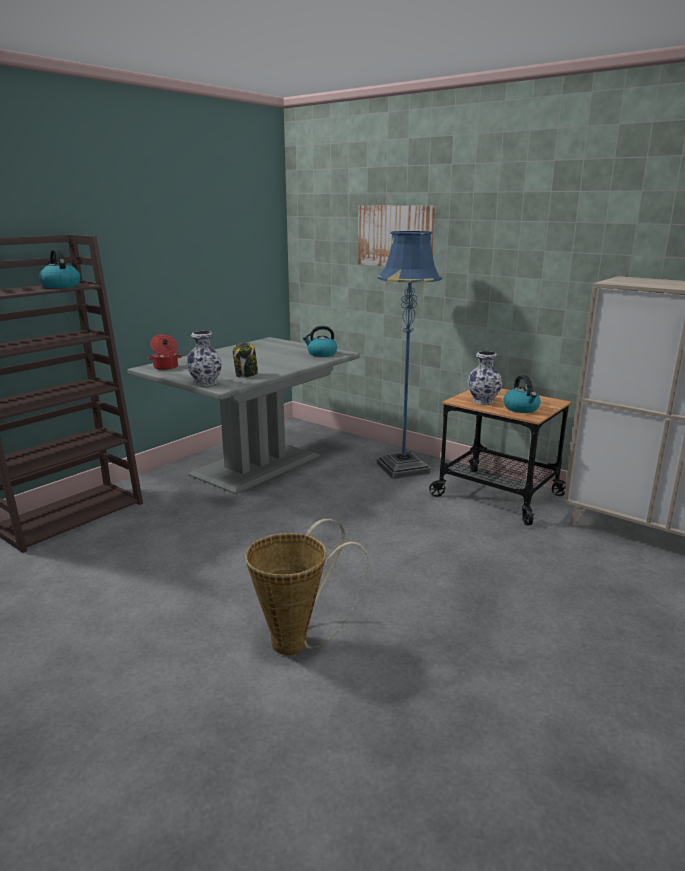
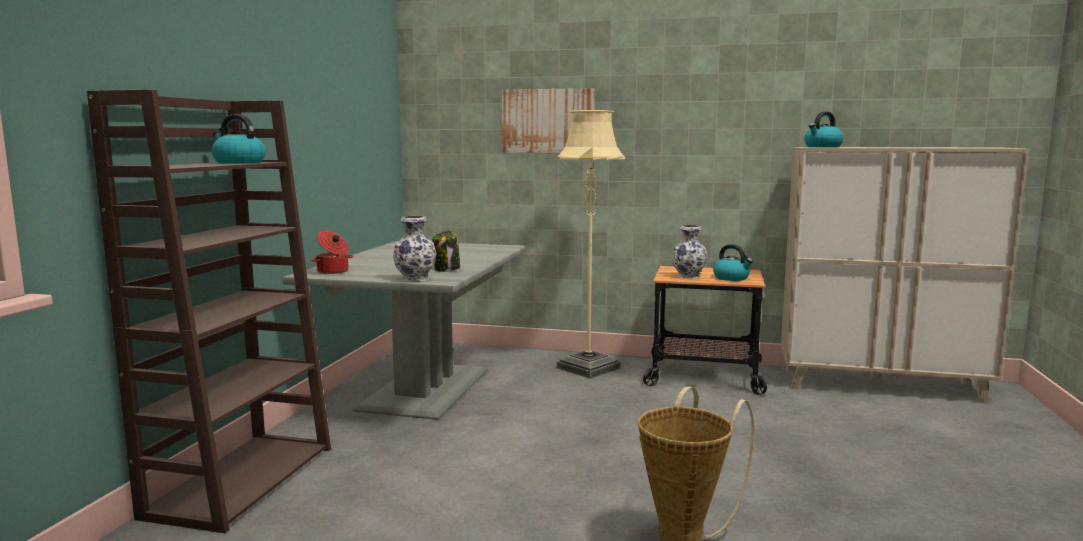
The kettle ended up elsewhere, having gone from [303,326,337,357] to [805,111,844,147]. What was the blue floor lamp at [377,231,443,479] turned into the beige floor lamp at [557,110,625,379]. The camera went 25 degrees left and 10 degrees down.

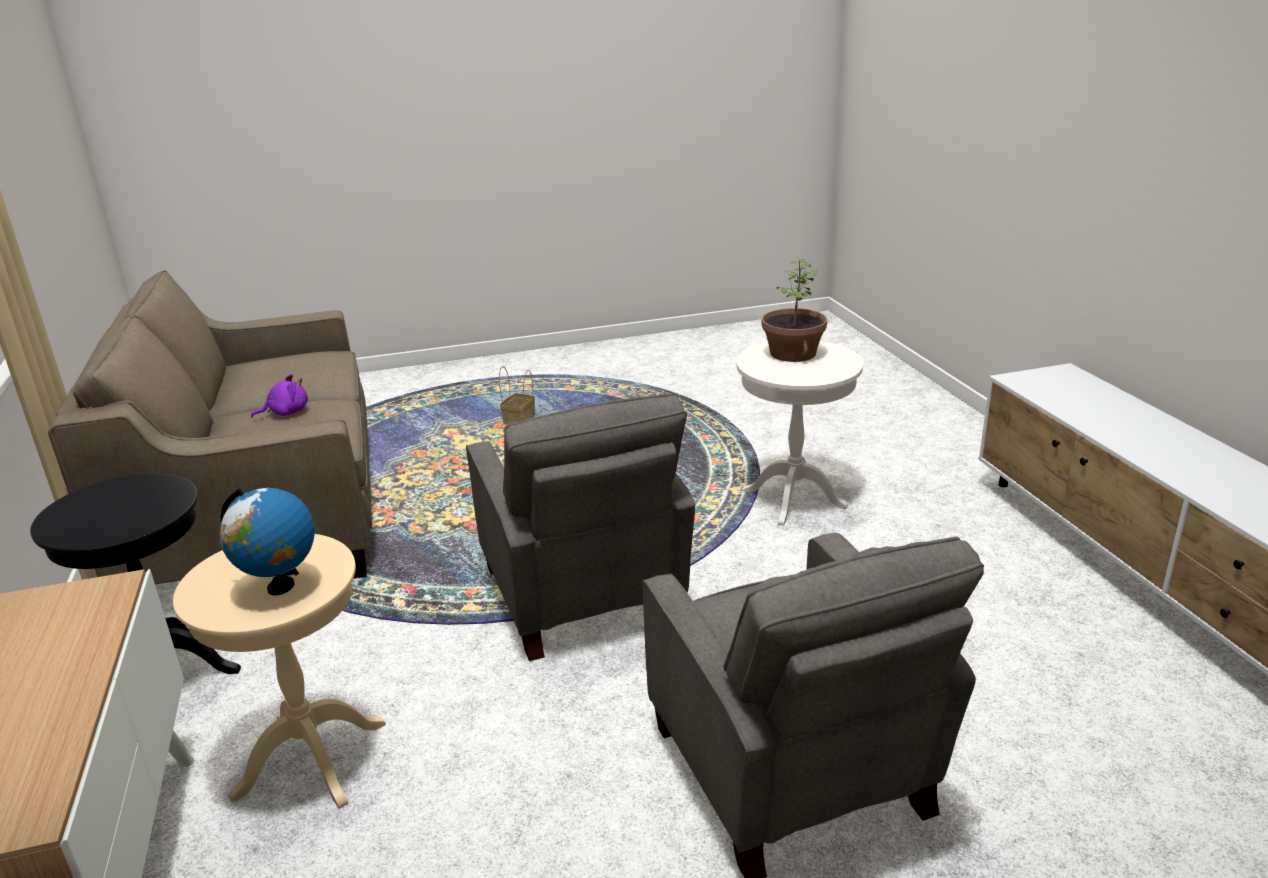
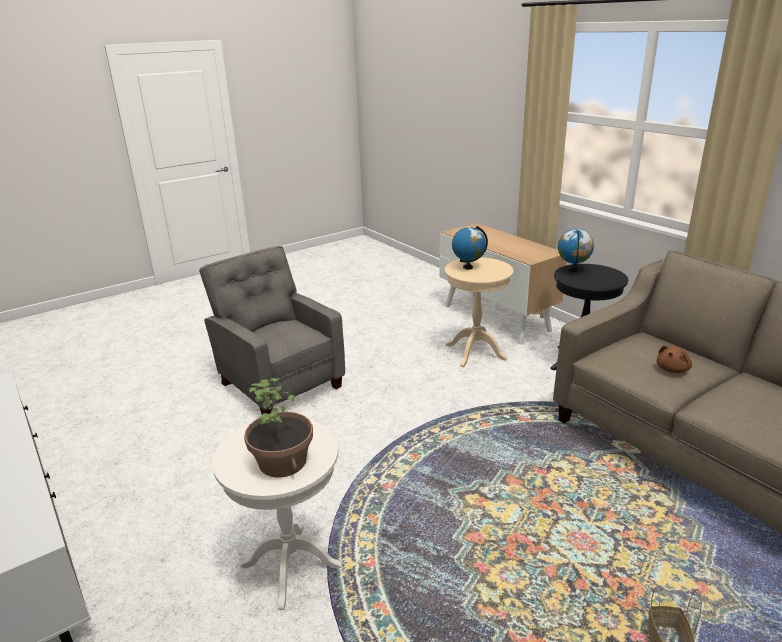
The second view lost the grey armchair at [466,393,695,661]. The second view gained the globe at [558,229,594,272]. What was the purple plush toy at [251,374,308,418] turned into the brown plush toy at [657,345,692,373]. The camera went 160 degrees right and 0 degrees up.

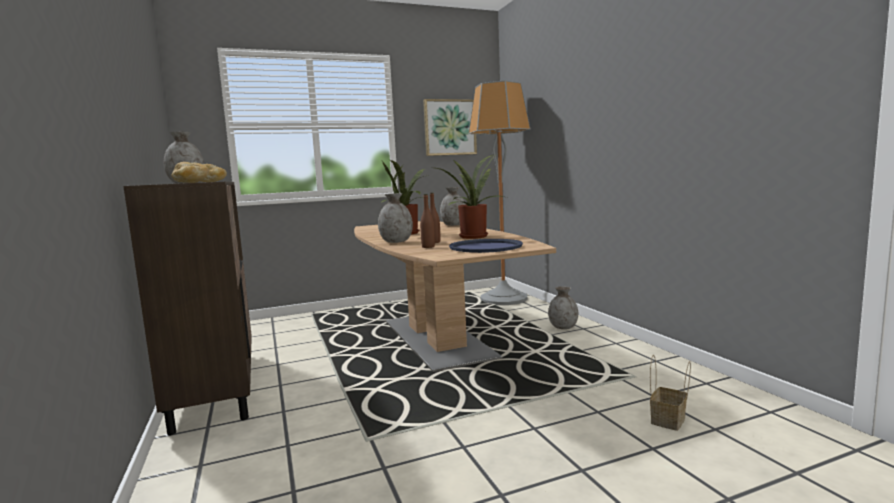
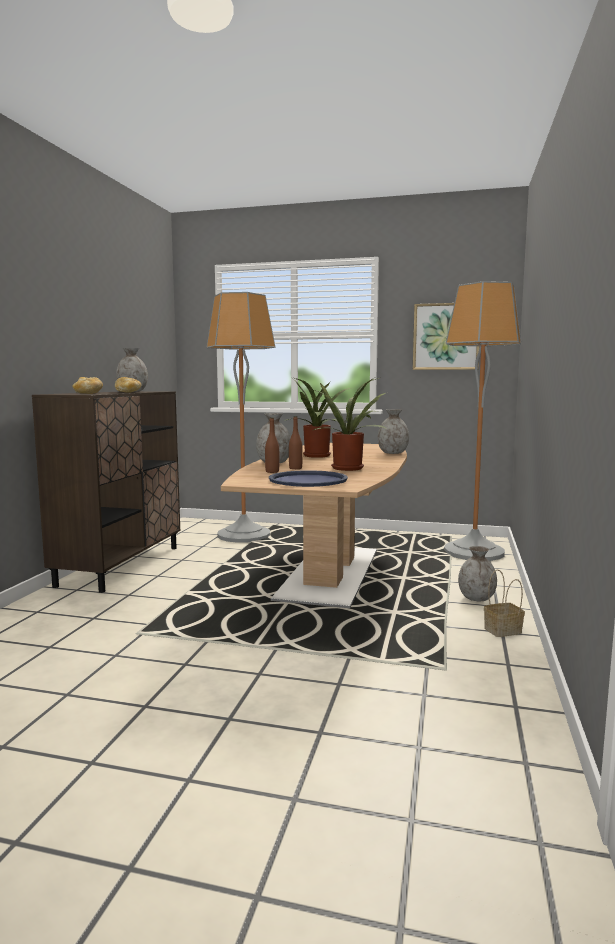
The second view gained the floor lamp at [206,292,276,543]. The basket ended up elsewhere, having gone from [650,355,691,431] to [484,570,525,637]. The camera went 35 degrees right and 0 degrees up.

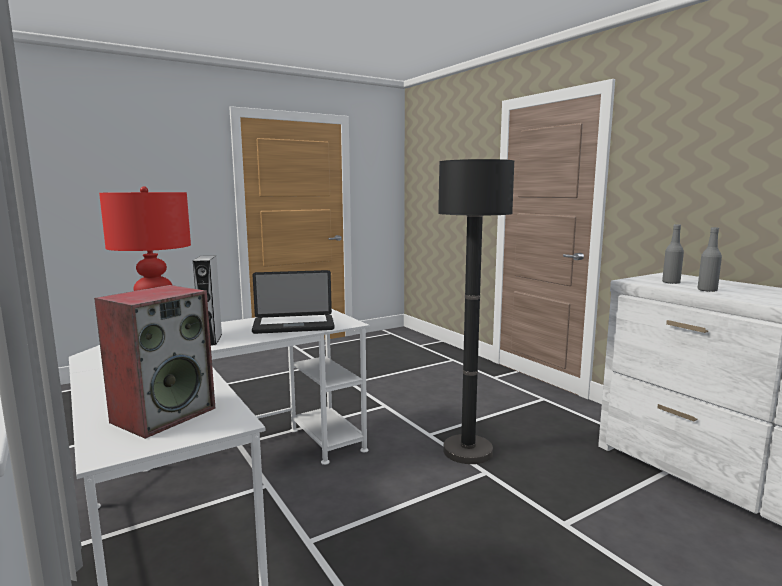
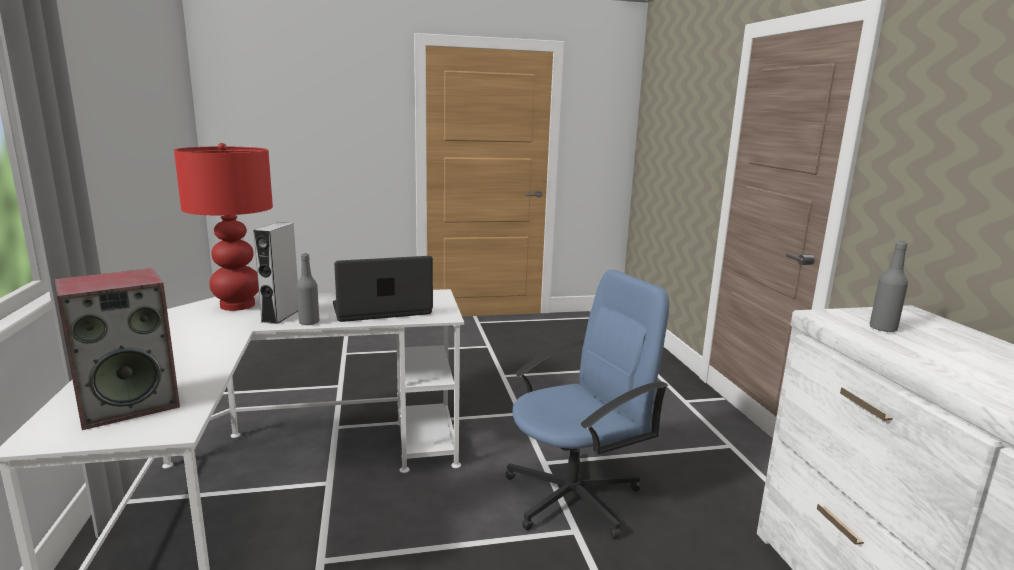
The grey bottle ended up elsewhere, having gone from [698,227,722,292] to [297,254,319,326]. Where the black floor lamp stood at [438,159,514,464], the blue office chair came to stand at [505,270,669,539]. The laptop at [252,270,335,334] ended up facing another way, 150 degrees clockwise from before. The camera went 20 degrees right and 5 degrees up.

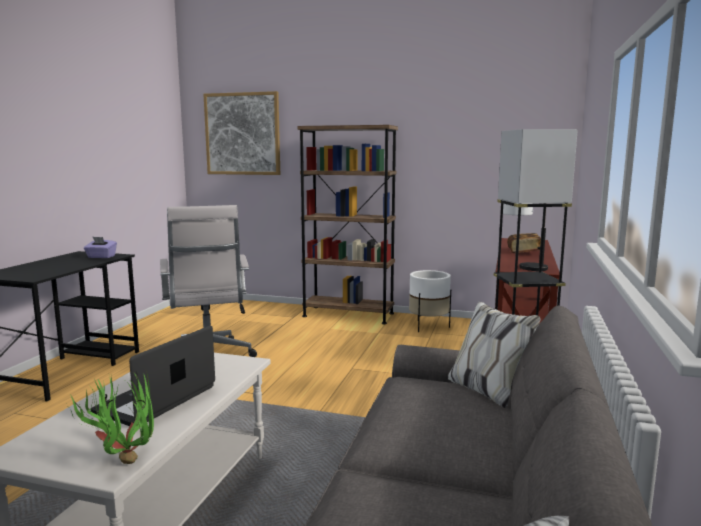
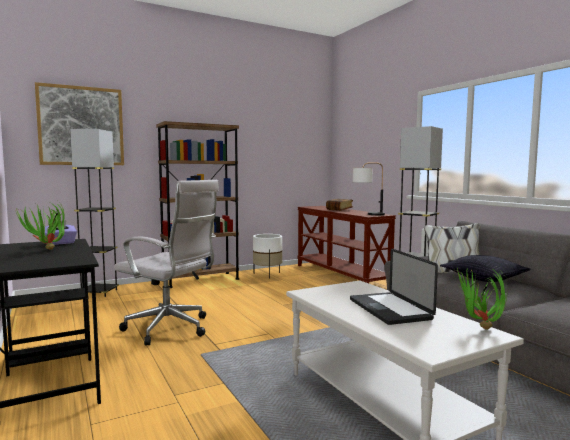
The second view gained the potted plant at [16,201,64,250]. The second view gained the grey floor lamp at [70,129,119,297]. The second view gained the pillow at [440,255,530,282]. The camera went 45 degrees left and 5 degrees down.

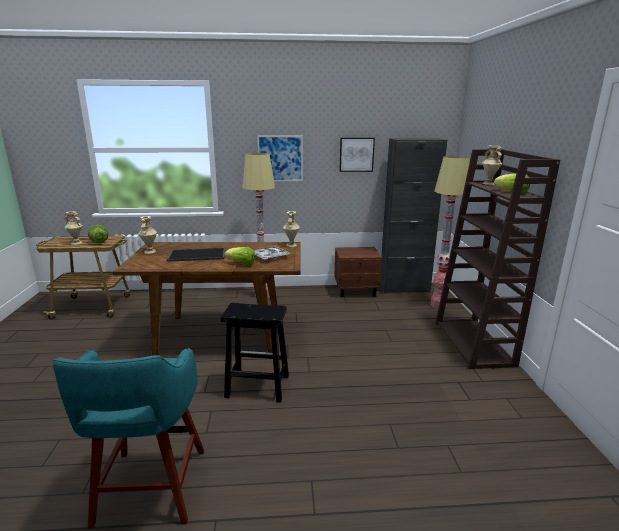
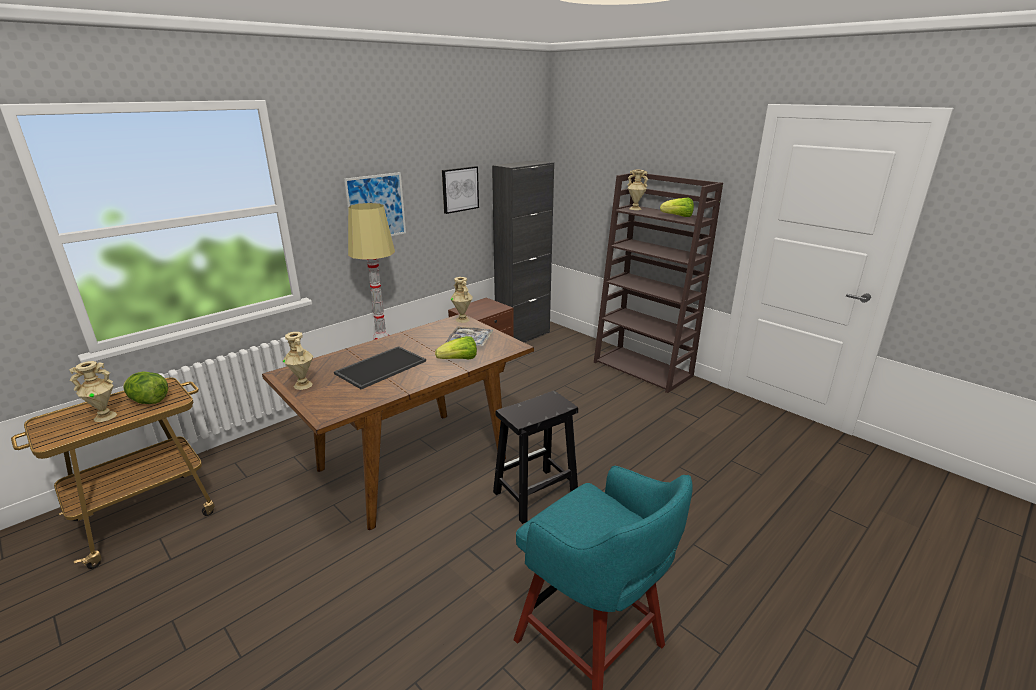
The second view lost the floor lamp at [430,156,470,308]. The camera went 40 degrees left and 5 degrees up.

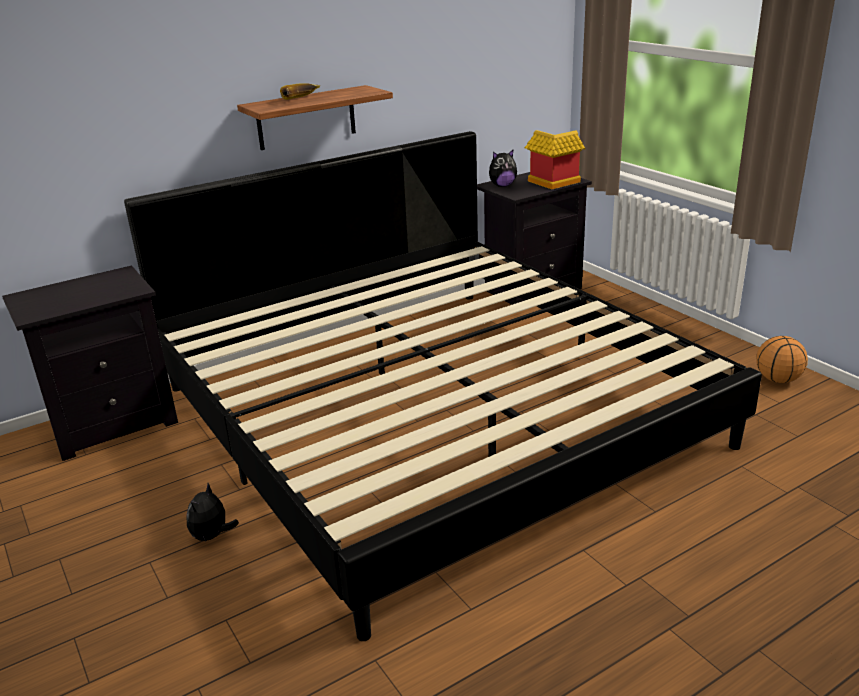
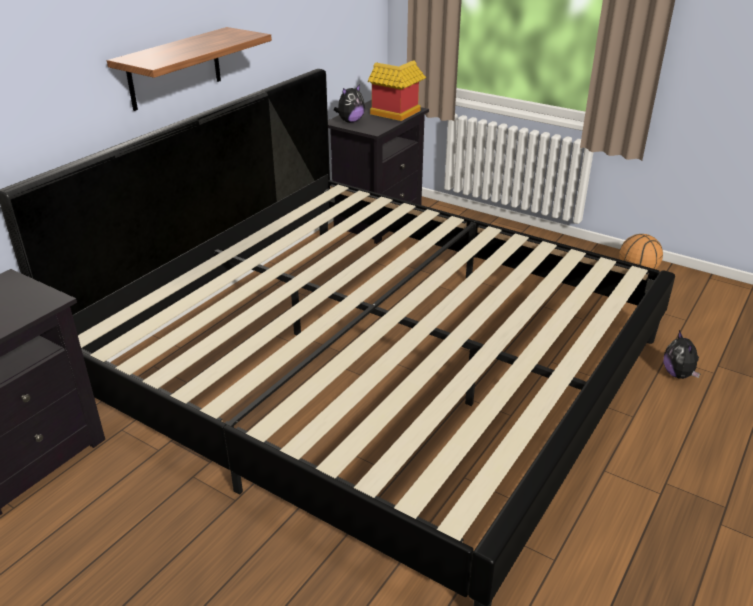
The second view lost the banana at [280,83,321,100]. The plush toy ended up elsewhere, having gone from [186,483,239,541] to [664,330,700,379]. The camera went 25 degrees left and 5 degrees up.

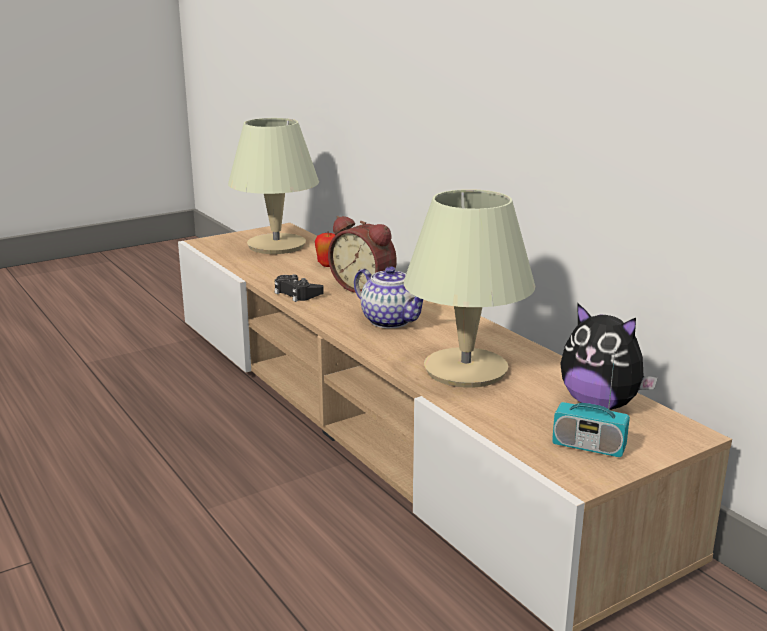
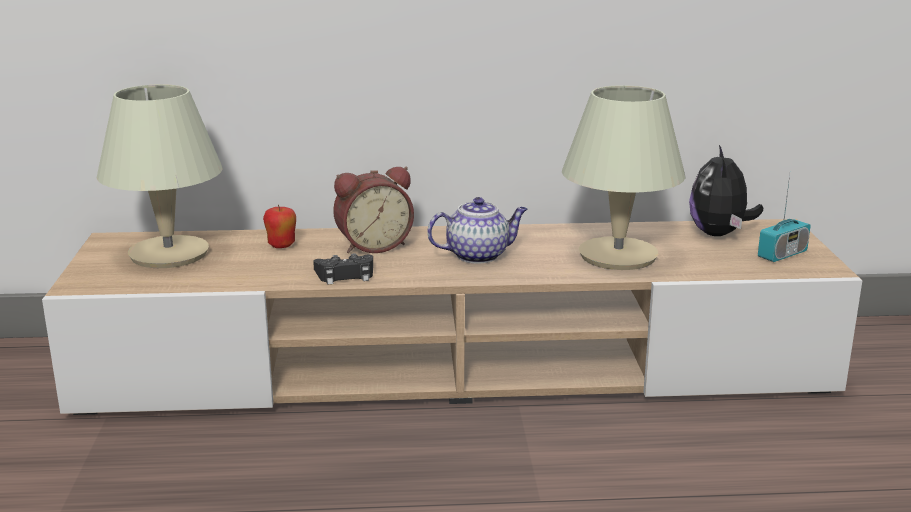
The plush toy at [560,303,658,410] ended up facing another way, 120 degrees clockwise from before. The camera went 60 degrees left and 0 degrees up.

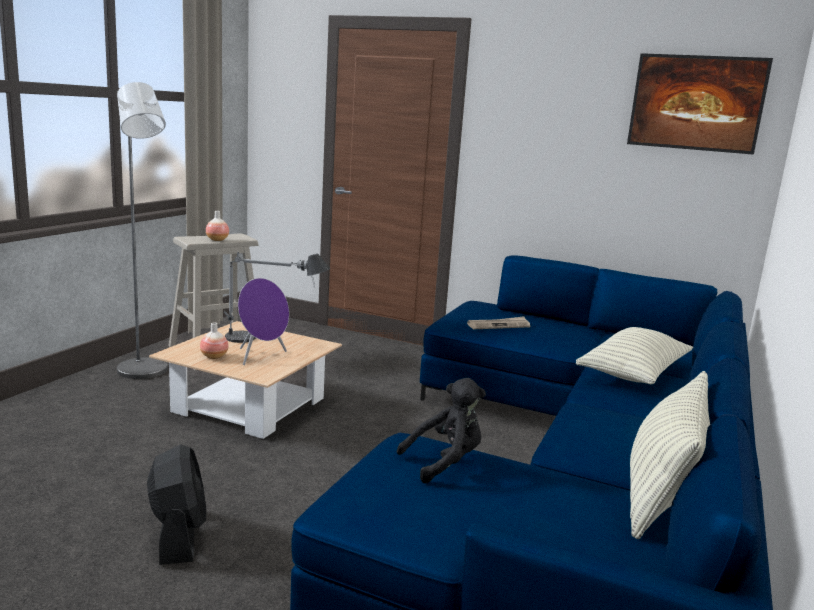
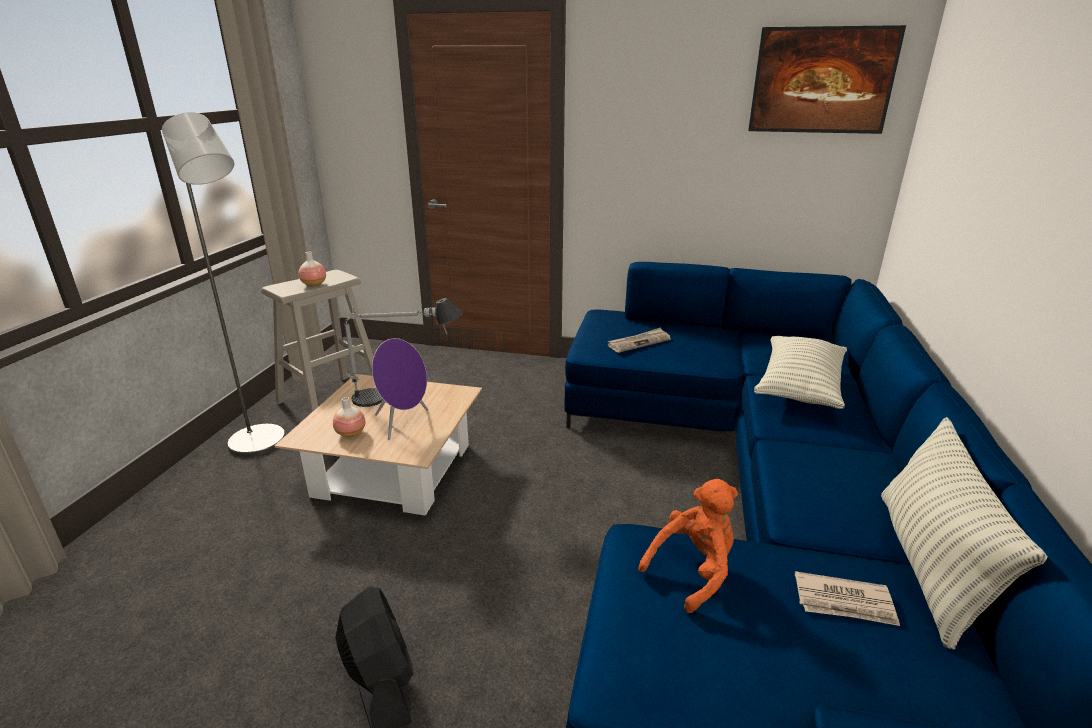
The second view gained the newspaper at [795,571,900,626]. What was the black plush toy at [397,378,486,483] turned into the orange plush toy at [638,479,738,613]. The camera went 10 degrees left and 10 degrees up.

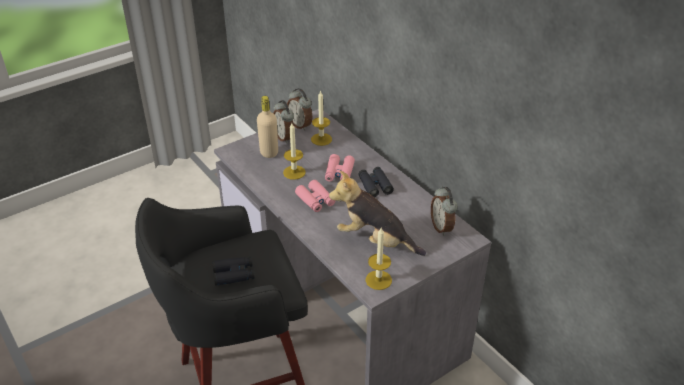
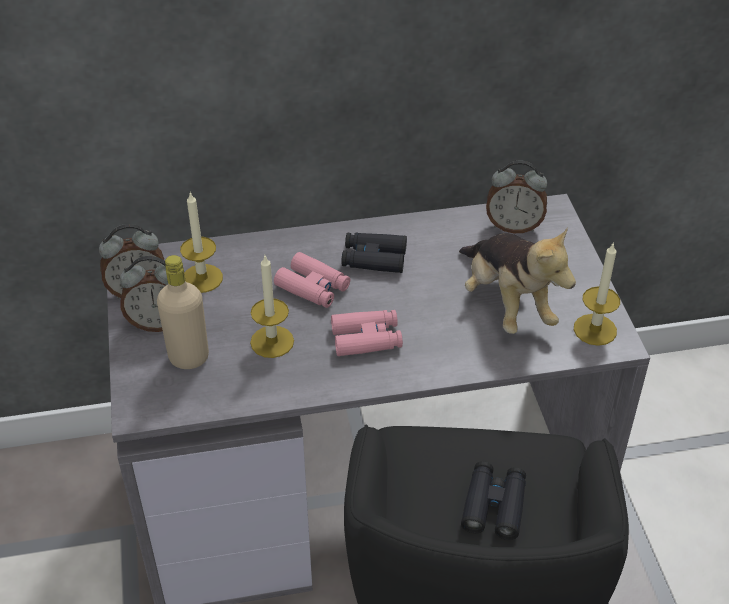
The plush toy at [329,171,426,256] ended up facing another way, 75 degrees counterclockwise from before. The camera went 65 degrees left and 5 degrees up.

